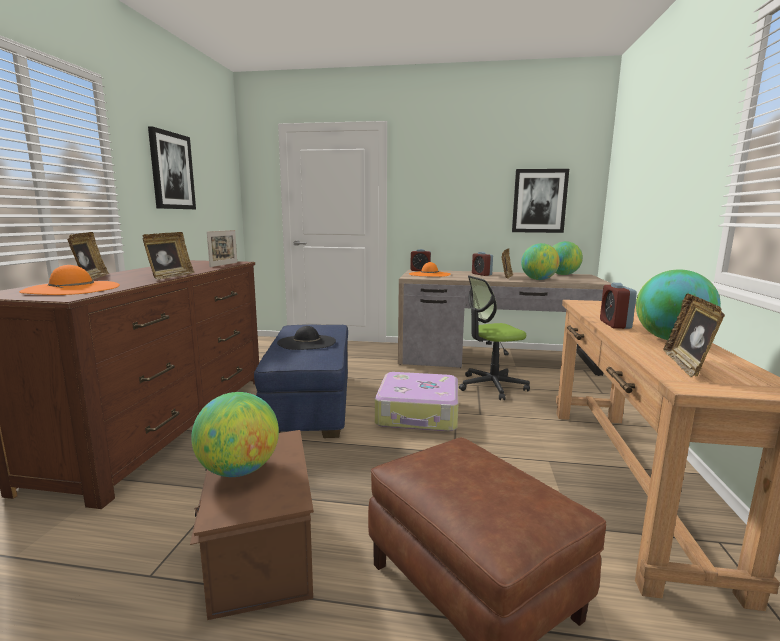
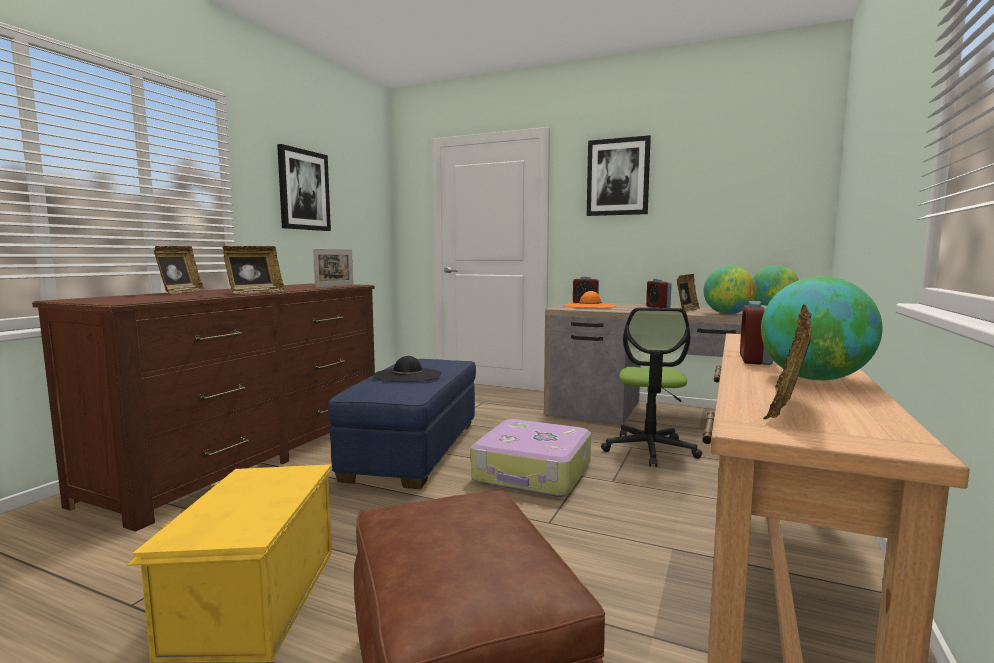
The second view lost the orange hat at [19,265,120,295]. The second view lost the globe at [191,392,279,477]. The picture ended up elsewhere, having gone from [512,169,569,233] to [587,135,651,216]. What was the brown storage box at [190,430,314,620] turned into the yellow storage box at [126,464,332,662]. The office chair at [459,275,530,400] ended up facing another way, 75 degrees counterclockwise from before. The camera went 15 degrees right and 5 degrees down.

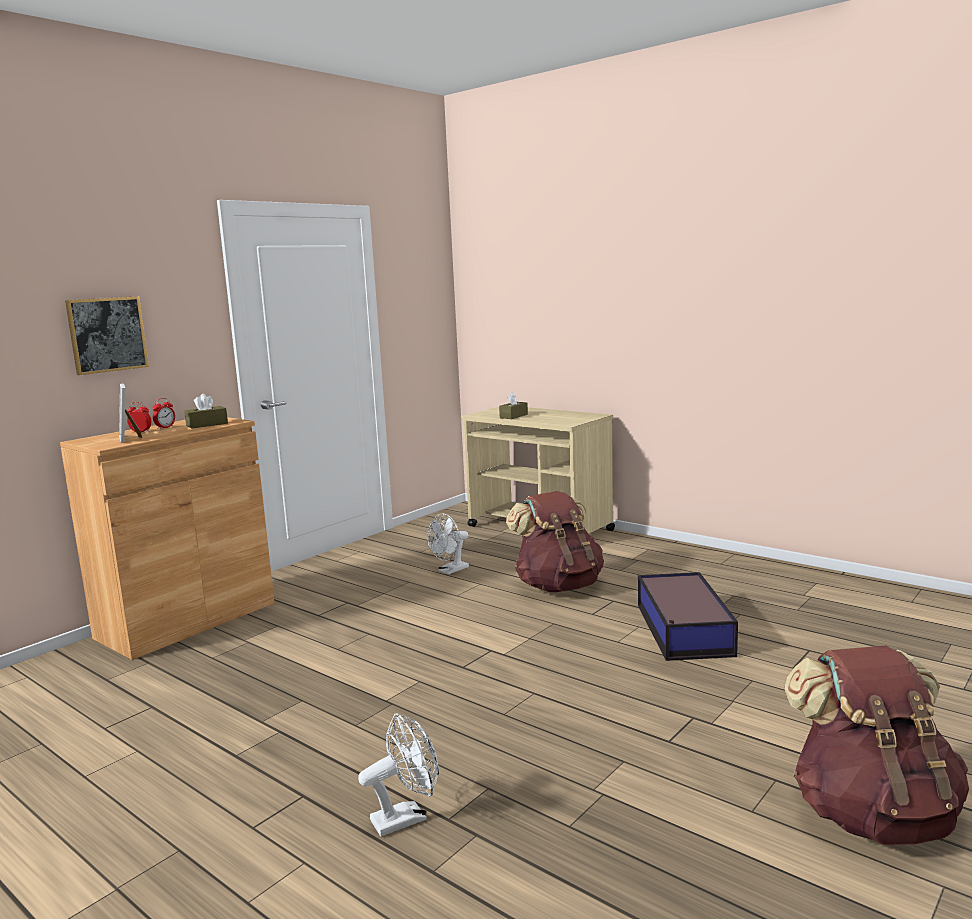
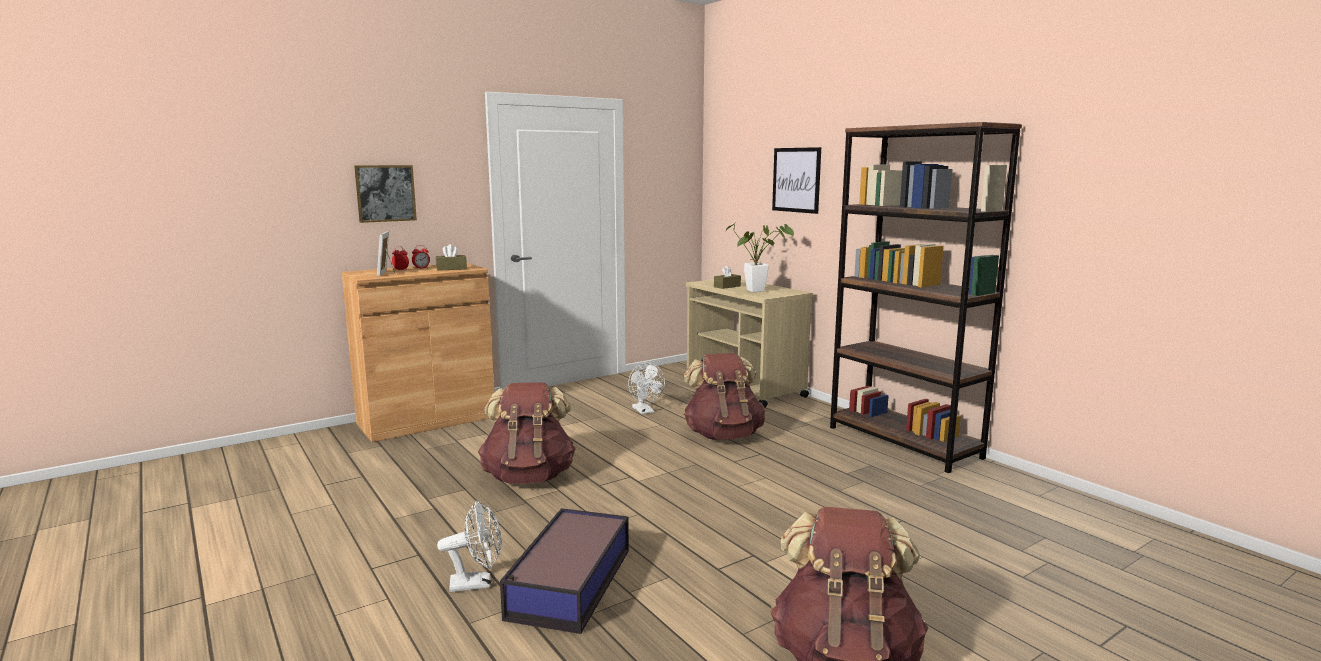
The second view gained the brown backpack at [478,382,576,484]. The second view gained the potted plant at [726,223,794,292]. The second view gained the picture at [772,147,821,214]. The second view gained the brown bookcase at [830,122,1022,473]. The storage box ended up elsewhere, having gone from [638,572,738,661] to [500,508,629,634]. The white fan at [427,513,469,575] ended up facing another way, 90 degrees counterclockwise from before. The camera went 15 degrees right and 0 degrees up.

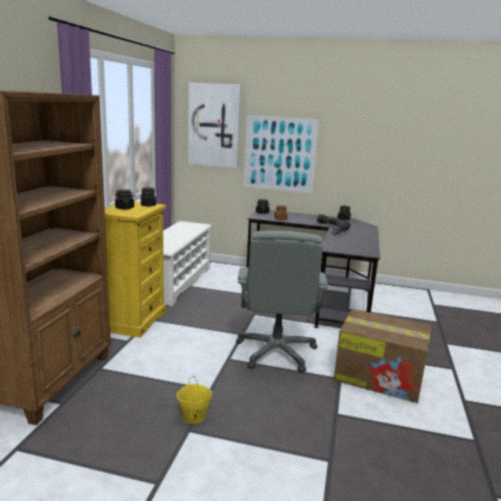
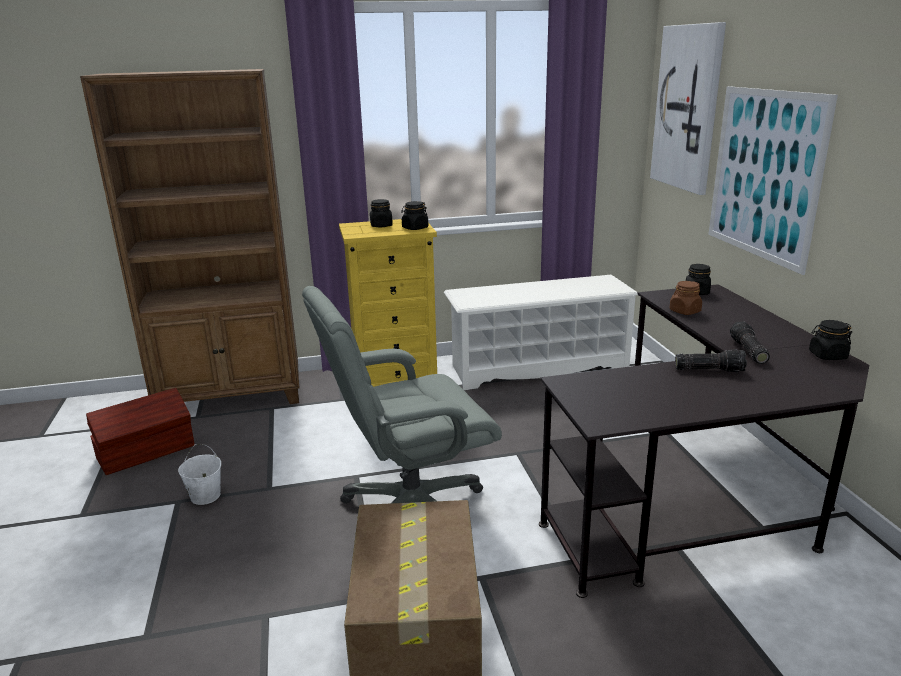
The second view gained the brown storage box at [86,388,195,475]. What was the yellow bucket at [177,376,212,424] turned into the white bucket at [178,444,221,505]. The camera went 65 degrees right and 5 degrees up.

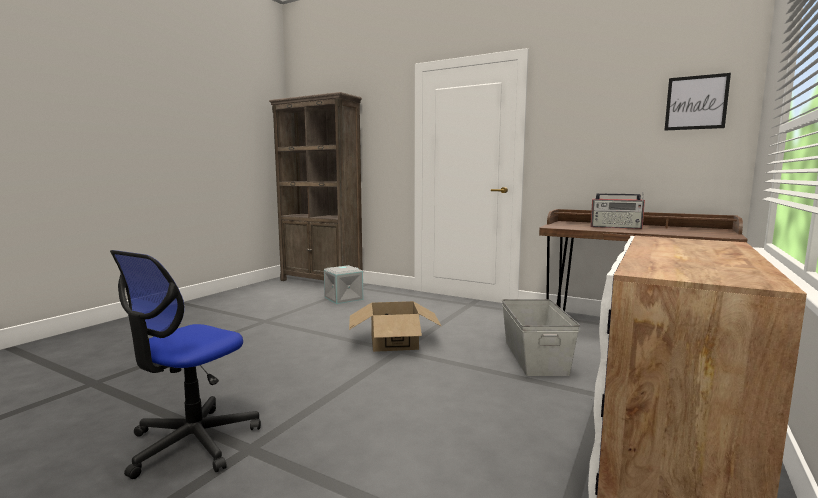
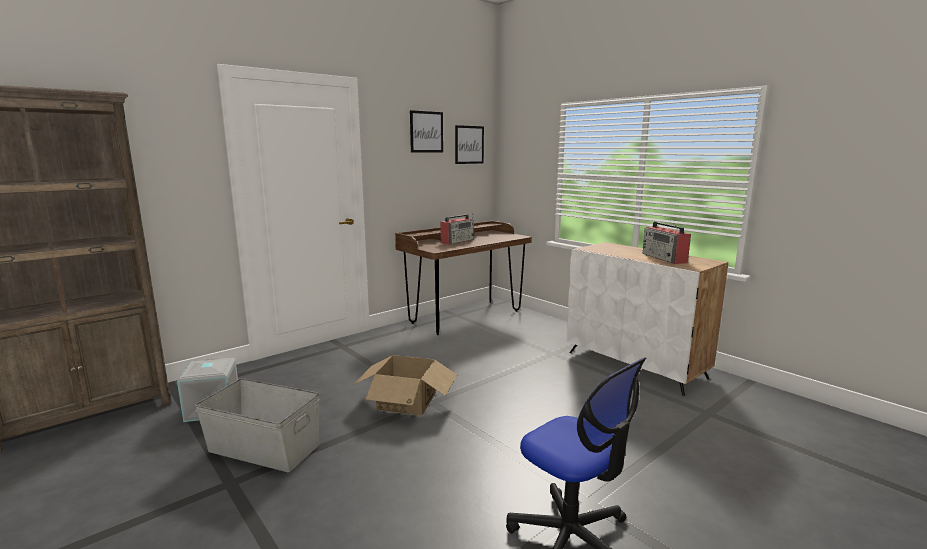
The second view gained the picture at [410,110,443,153]. The second view gained the radio at [643,222,691,264]. The grey storage box ended up elsewhere, having gone from [502,299,580,376] to [195,378,319,472]. The camera went 70 degrees left and 5 degrees up.

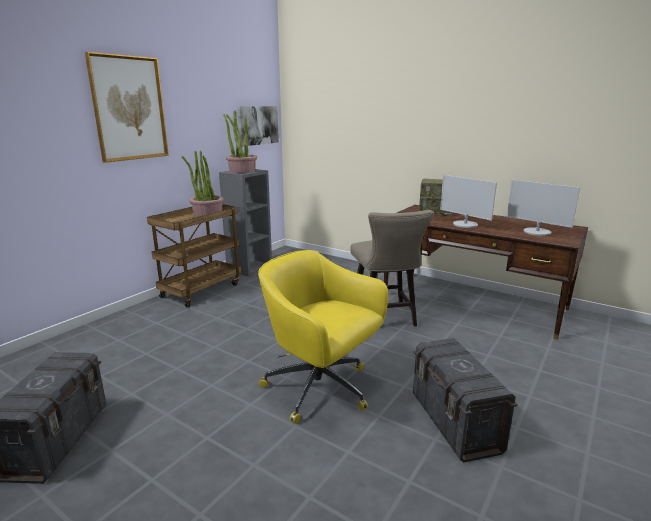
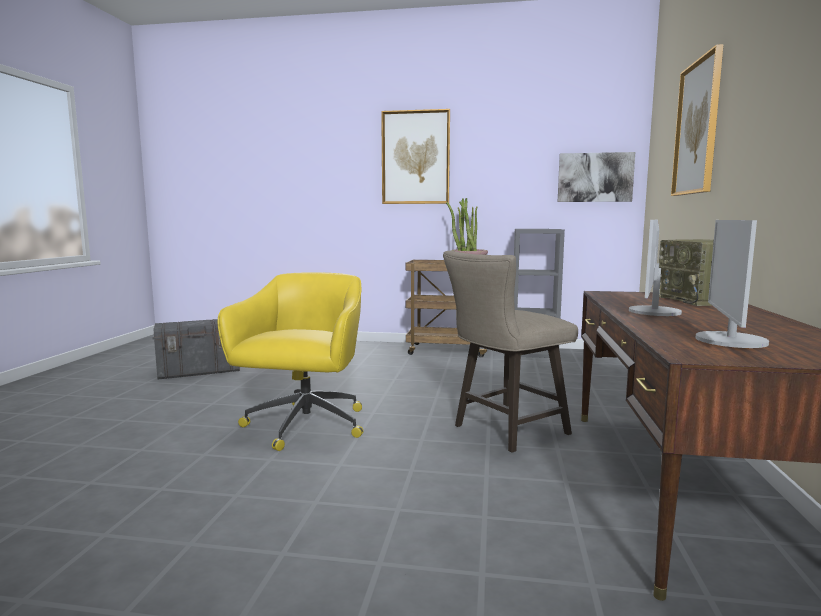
The second view lost the potted plant at [223,111,257,173]. The second view lost the grey storage box at [413,338,518,463]. The second view gained the picture at [671,44,724,196]. The camera went 65 degrees right and 10 degrees down.

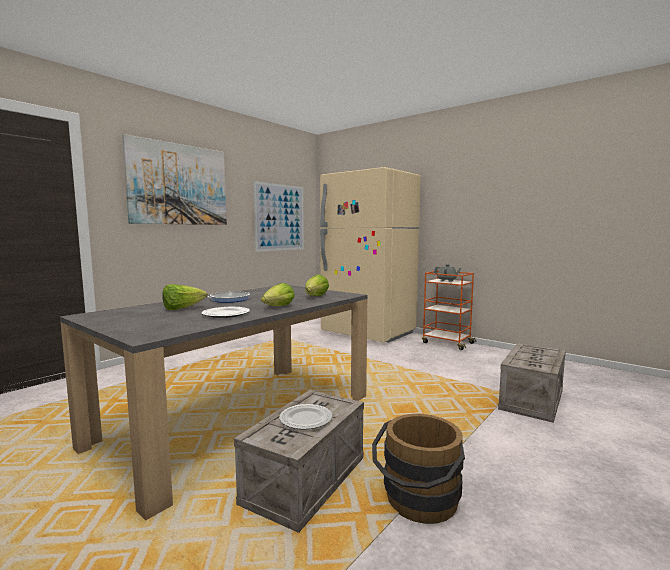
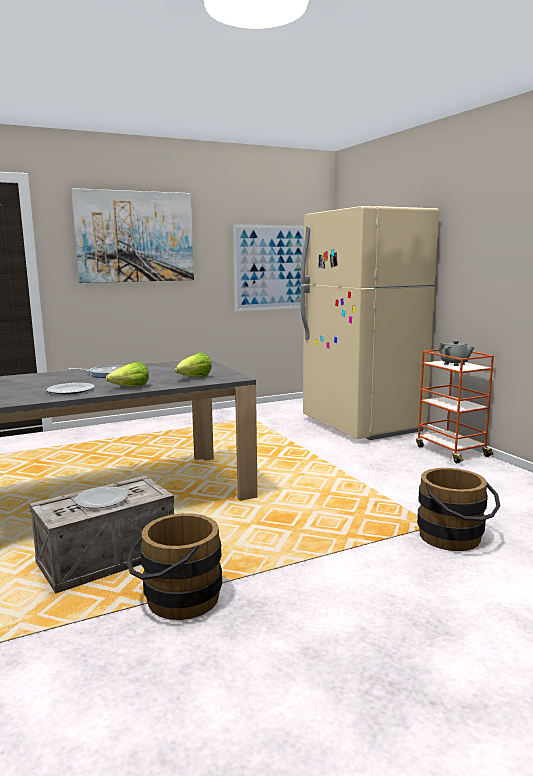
The second view lost the lettuce at [162,284,207,310]. Where the crate stood at [498,343,566,423], the brown bucket came to stand at [417,468,500,551]. The camera went 25 degrees right and 5 degrees up.

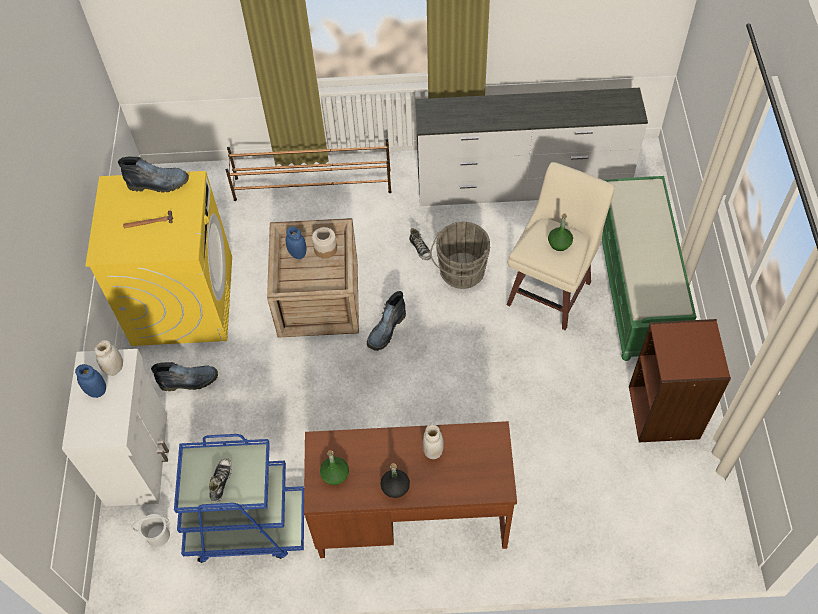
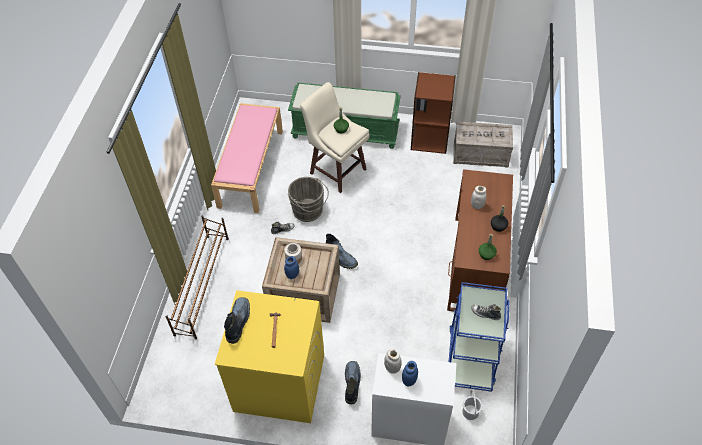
The second view gained the crate at [453,122,513,168]. Where the white dresser stood at [415,88,648,206], the pink bench came to stand at [211,103,283,213]. The camera went 80 degrees left and 5 degrees down.

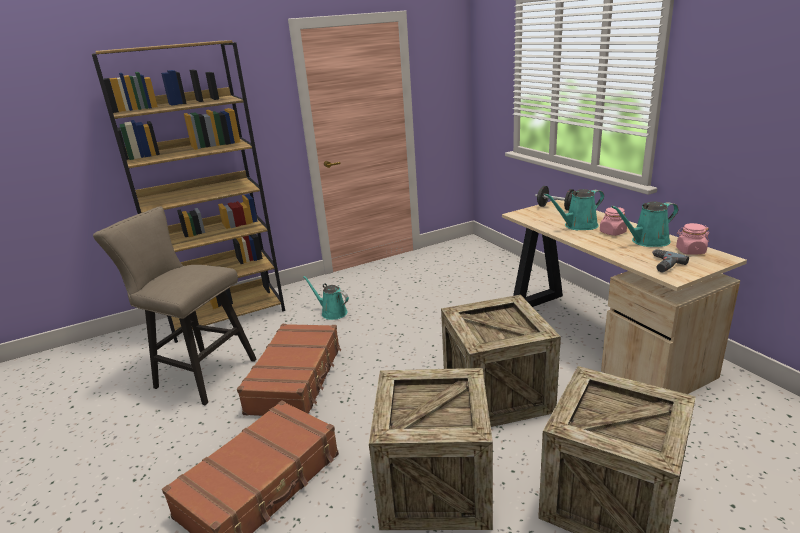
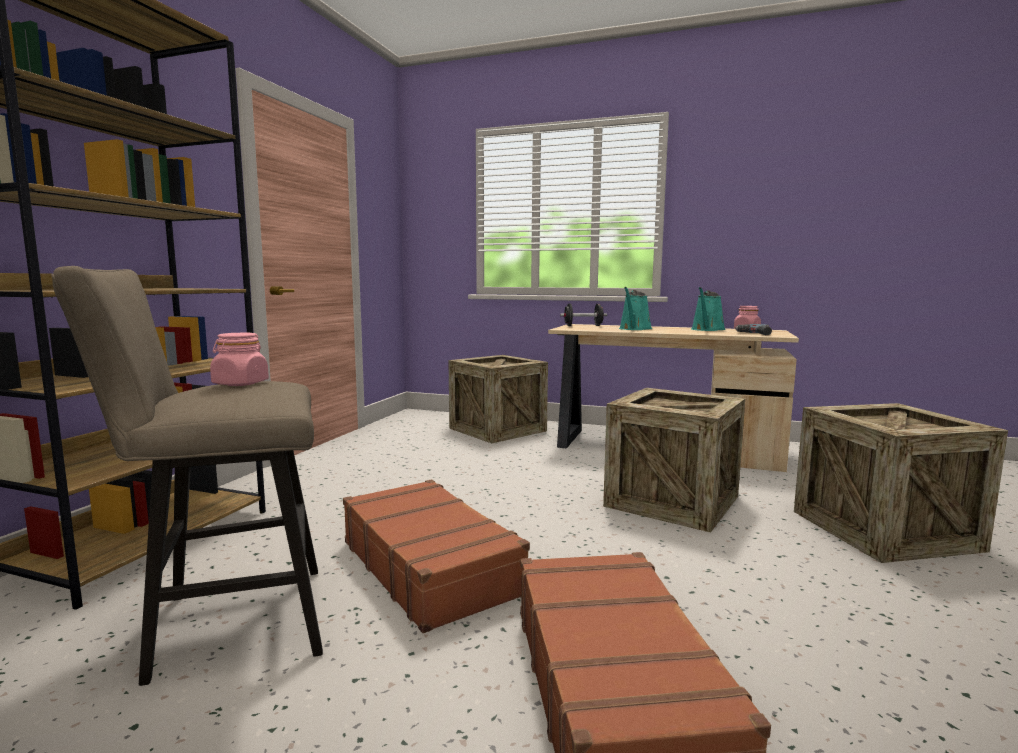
The second view lost the turquoise watering can at [303,276,349,320]. The crate ended up elsewhere, having gone from [369,368,493,530] to [448,355,548,443]. The pink jar ended up elsewhere, having gone from [600,207,627,236] to [210,333,269,386]. The camera went 45 degrees left and 15 degrees down.

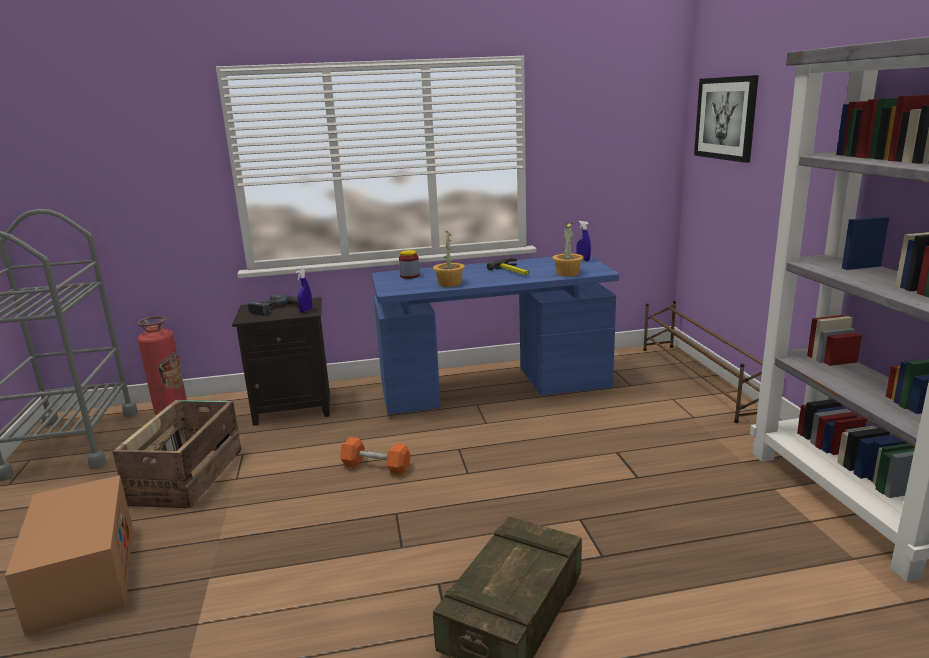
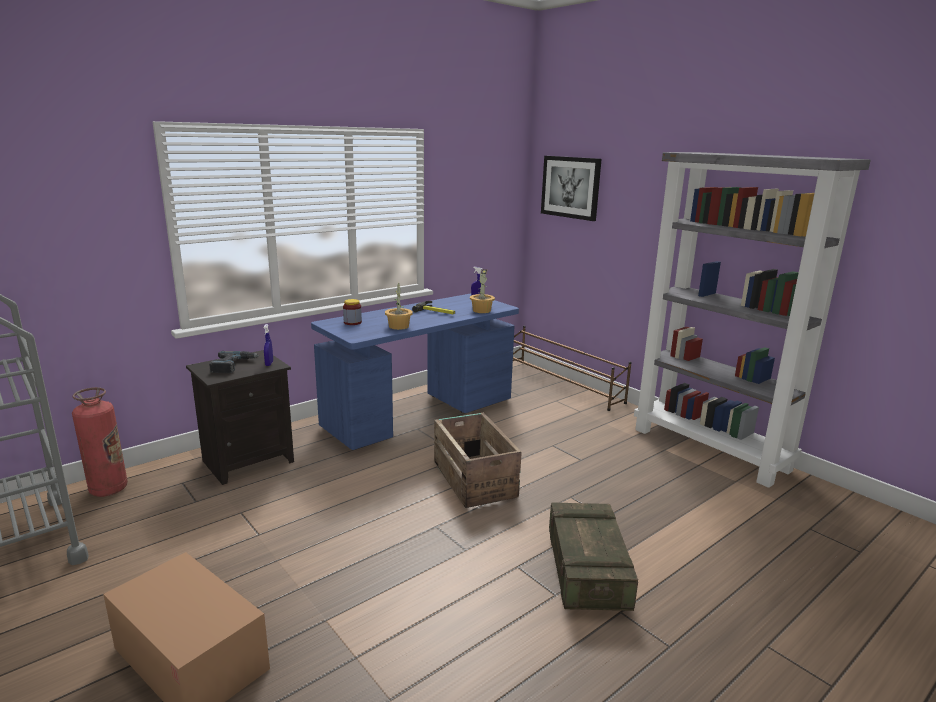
The second view lost the orange dumbbell at [340,437,411,475]. The crate ended up elsewhere, having gone from [112,400,242,508] to [434,412,522,508]. The camera went 30 degrees left and 0 degrees up.

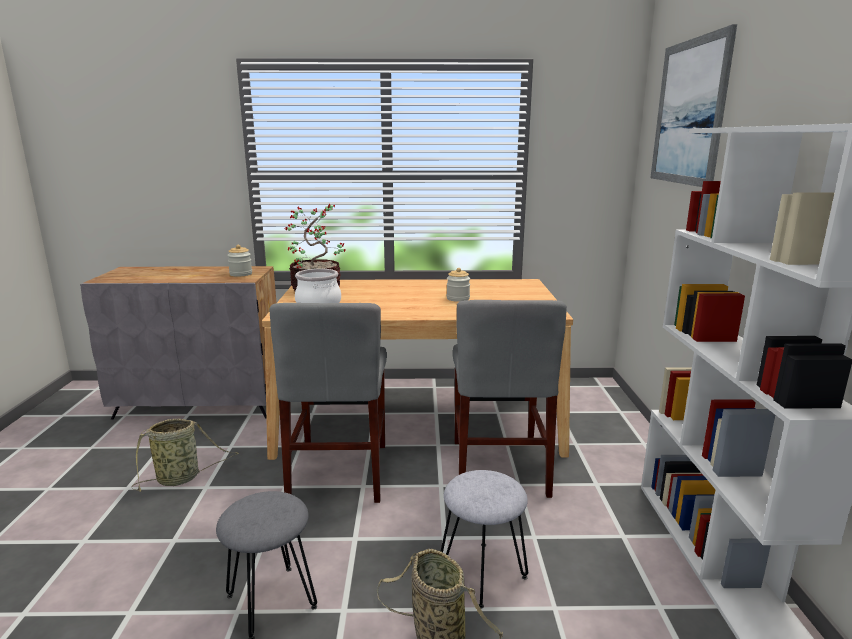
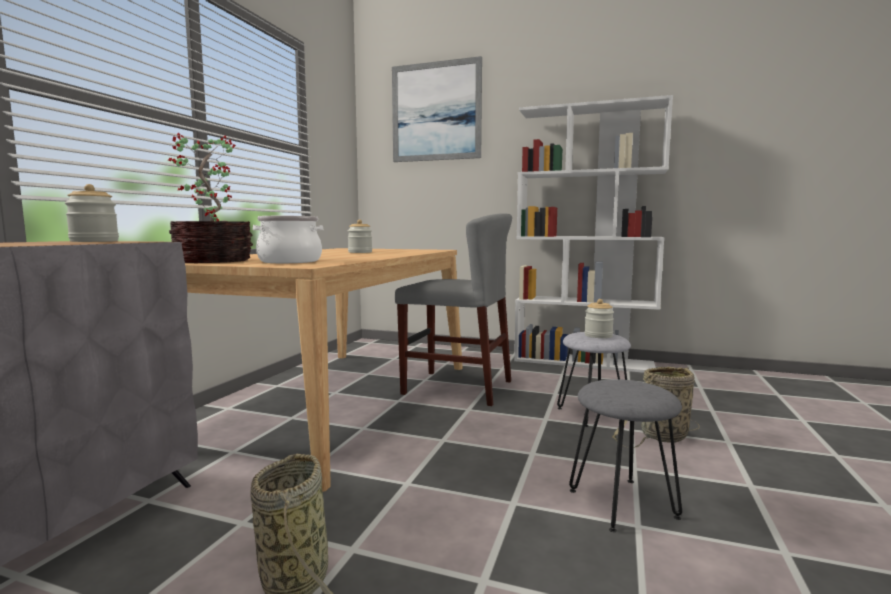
The second view lost the grey chair at [269,303,387,503]. The second view gained the jar at [584,299,614,338]. The camera went 70 degrees left and 10 degrees down.

